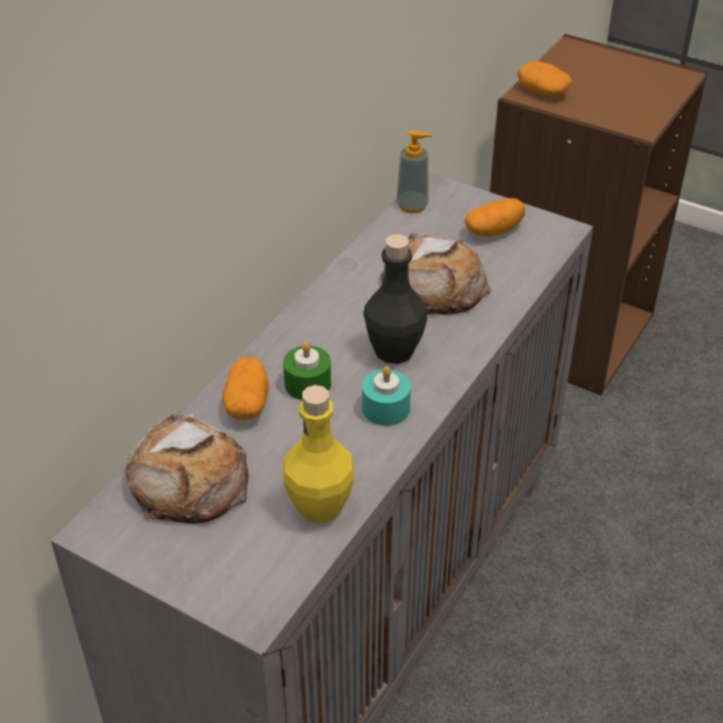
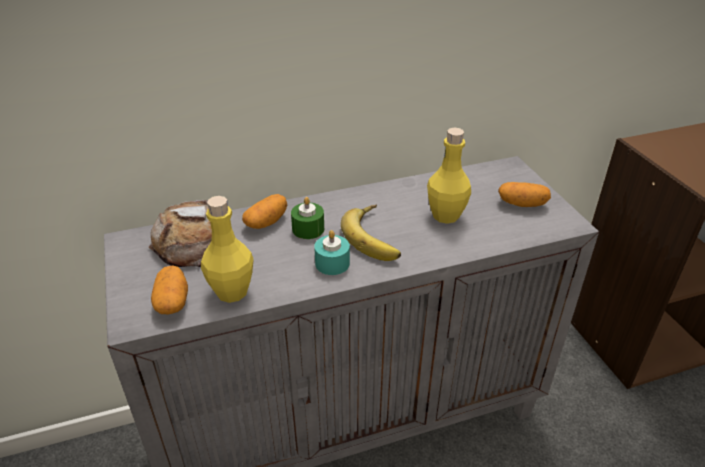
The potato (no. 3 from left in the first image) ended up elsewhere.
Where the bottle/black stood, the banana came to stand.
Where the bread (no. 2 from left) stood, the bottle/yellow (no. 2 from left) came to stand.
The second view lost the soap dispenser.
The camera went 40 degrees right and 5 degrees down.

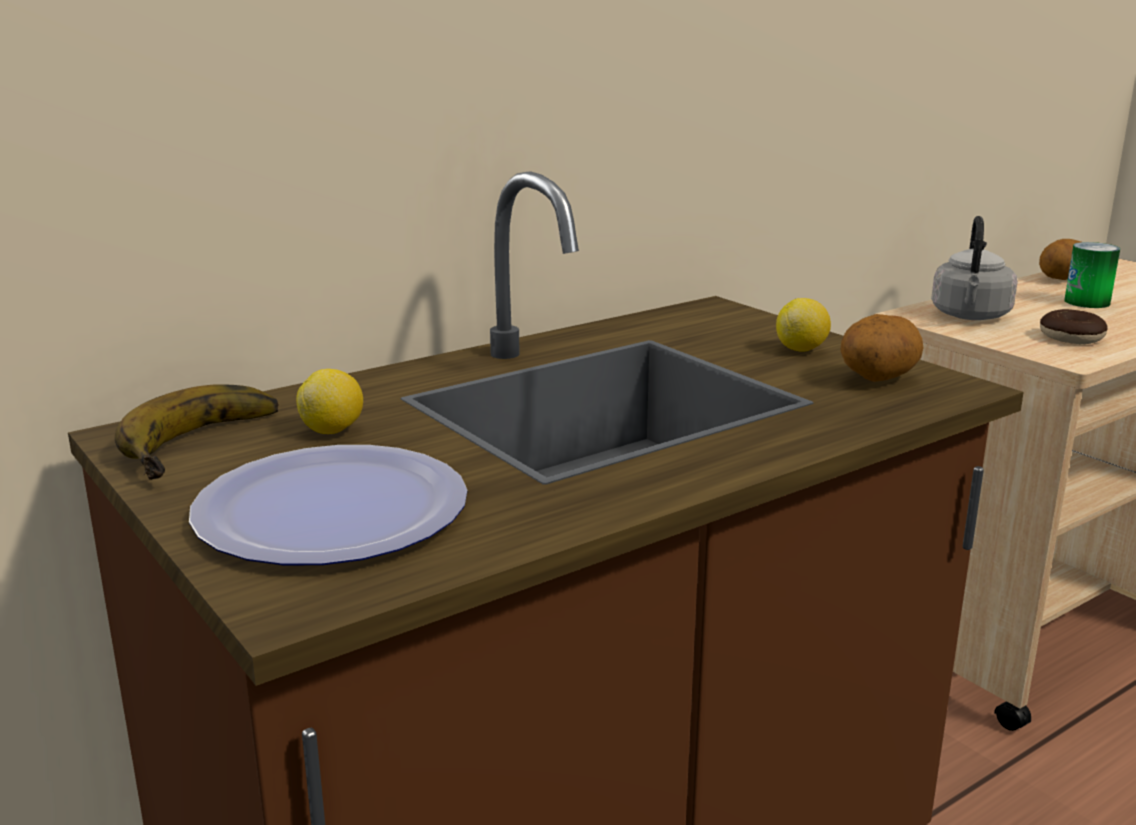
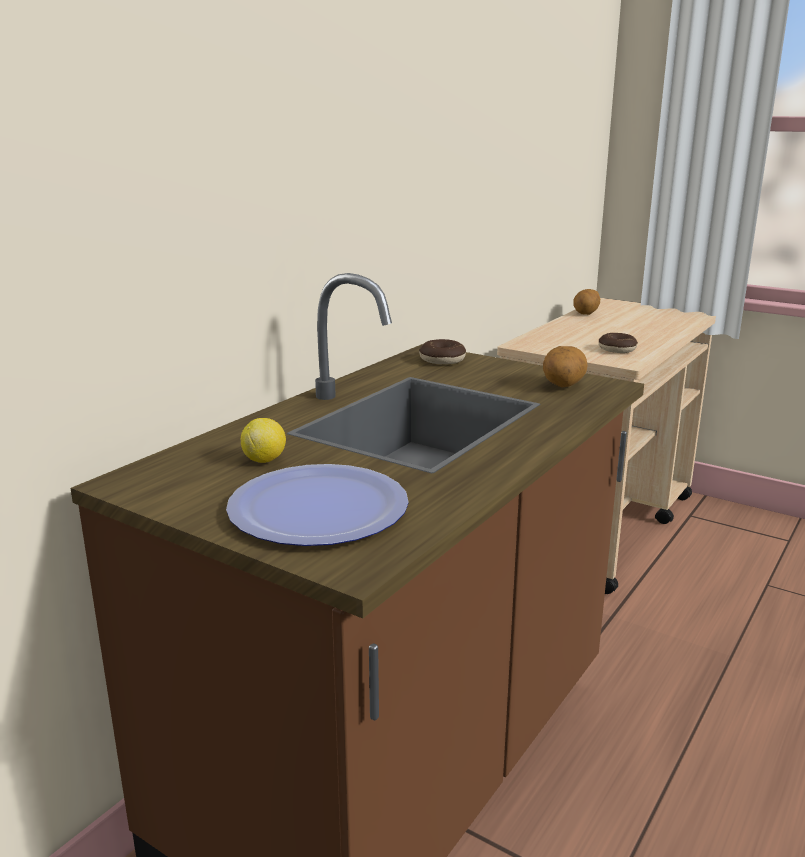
The second view gained the donut (no. 1 from left).
The second view lost the banana.
The second view lost the lemon (no. 2 from left).
The second view lost the kettle/grey.
The second view lost the can.
The camera went 20 degrees left and 0 degrees up.

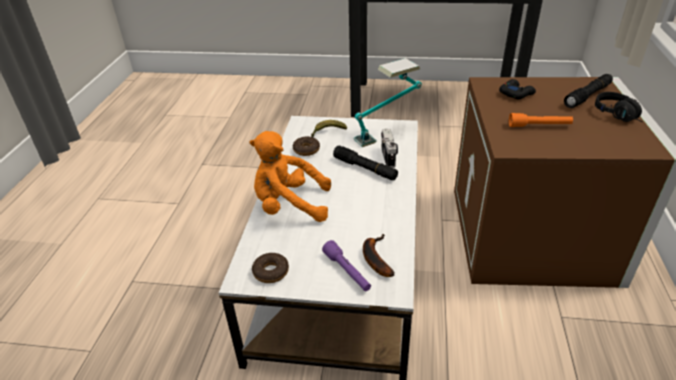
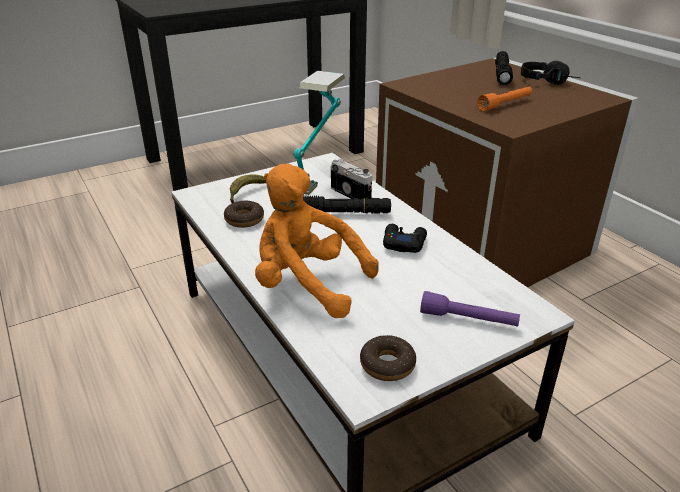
The plush toy/orange ended up facing another way, 60 degrees clockwise from before.
The game controller/black ended up elsewhere.
The second view lost the banana (no. 2 from left).
The camera went 40 degrees left and 5 degrees down.

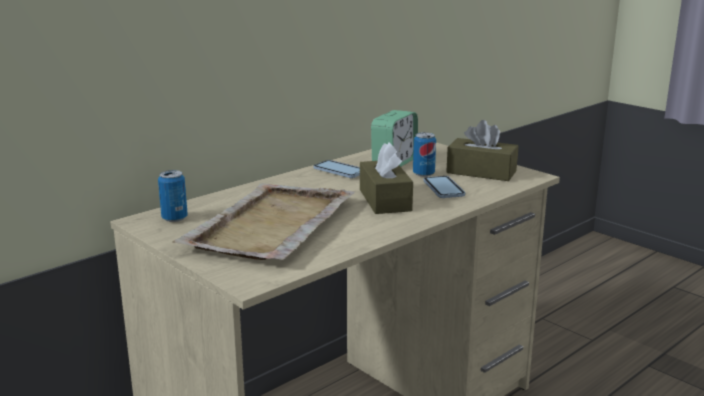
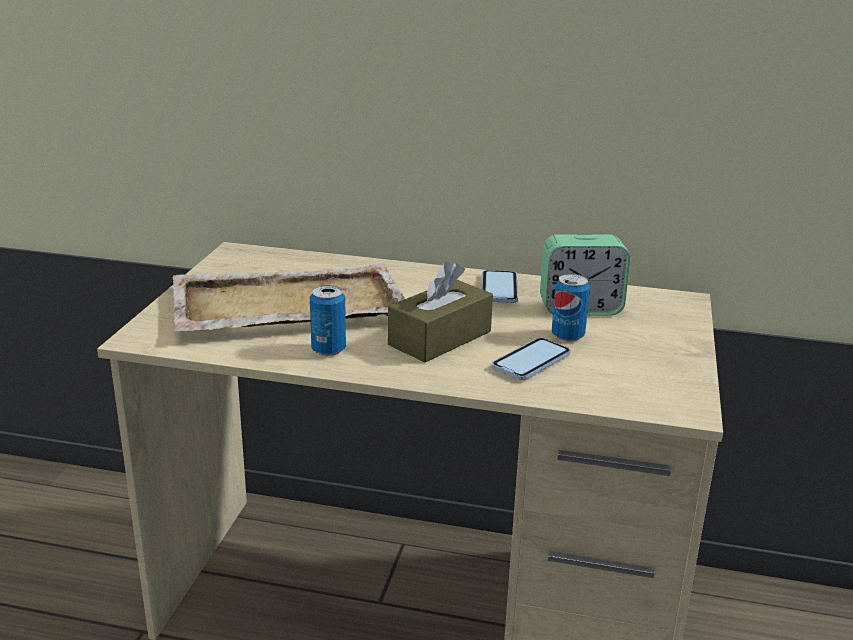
The can (no. 1 from left) ended up elsewhere.
The second view lost the tissue box/brown (no. 2 from left).
The camera went 55 degrees right and 5 degrees up.

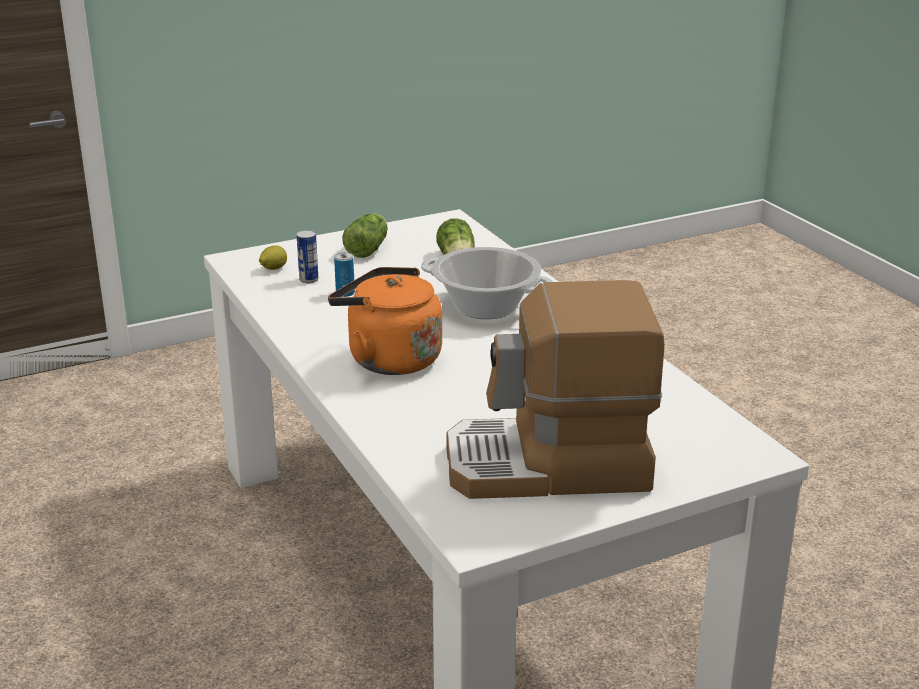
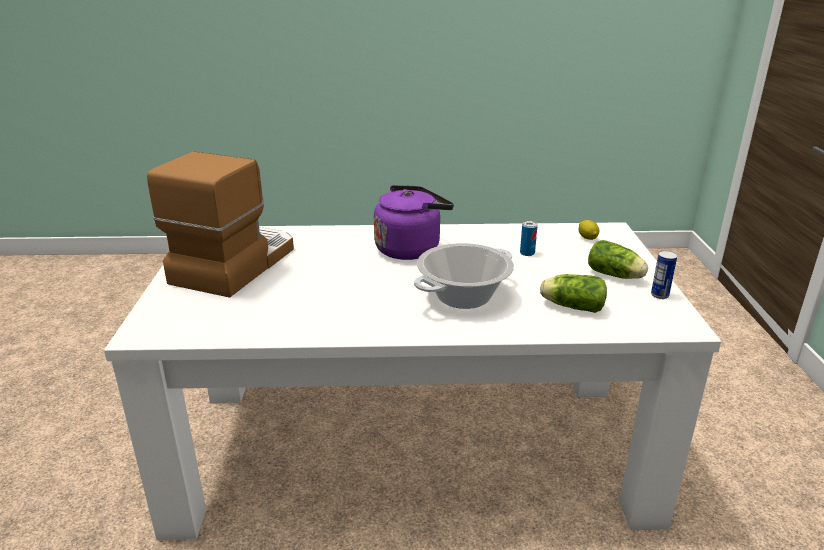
What was the kettle/orange turned into the kettle/purple.
The can (no. 1 from left in the first image) ended up elsewhere.
The camera went 115 degrees right and 0 degrees up.

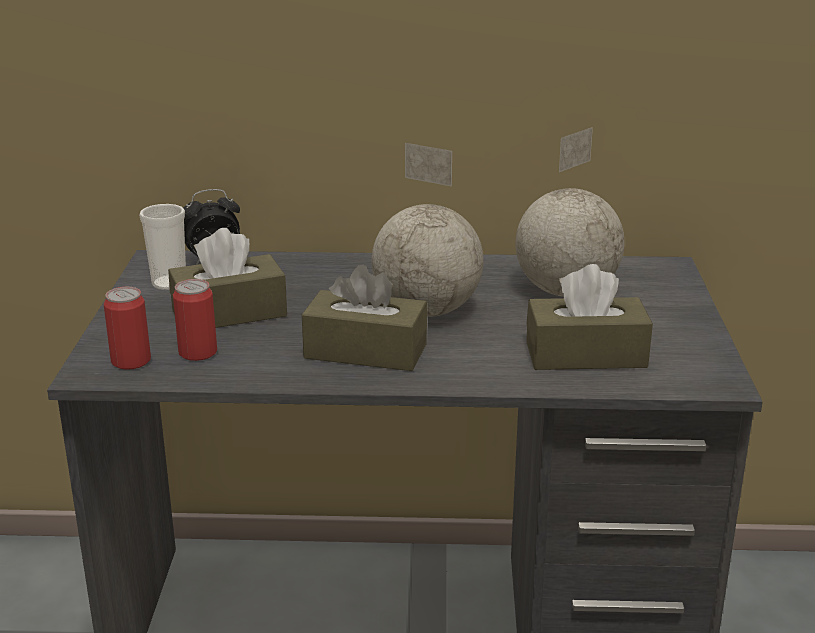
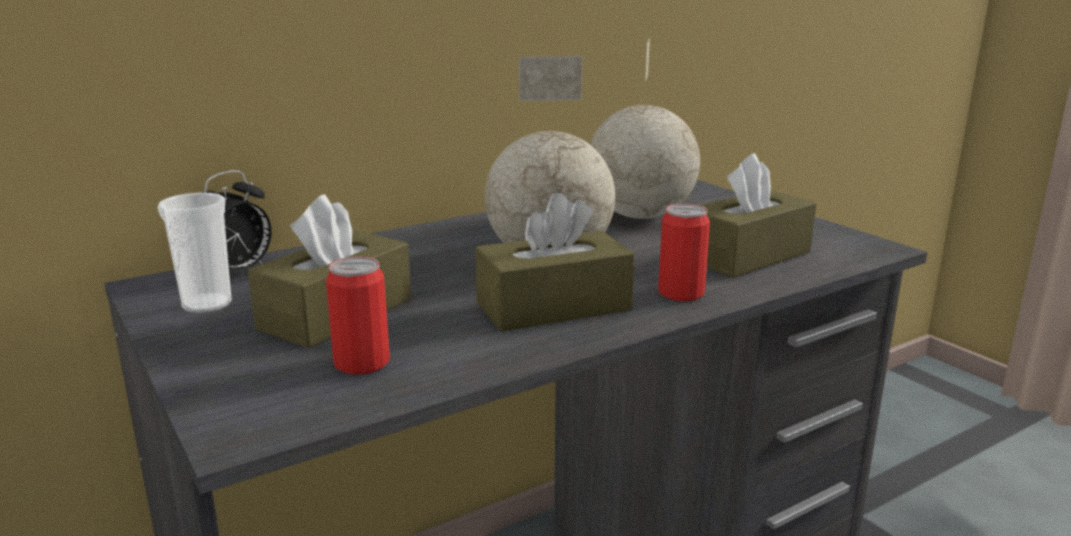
The can (no. 1 from left in the first image) ended up elsewhere.
The camera went 35 degrees left and 5 degrees down.

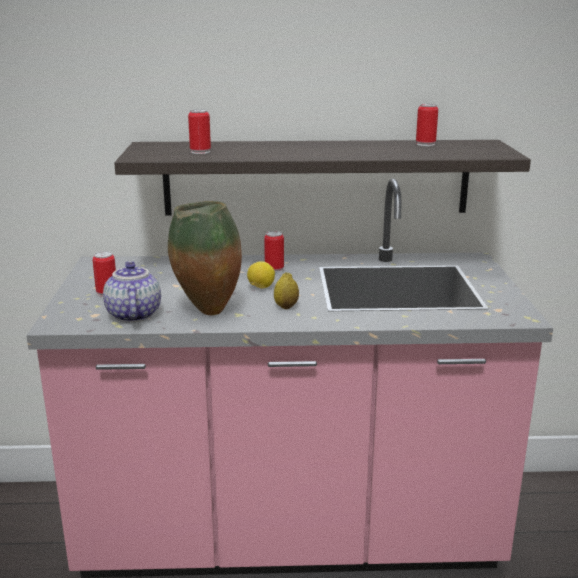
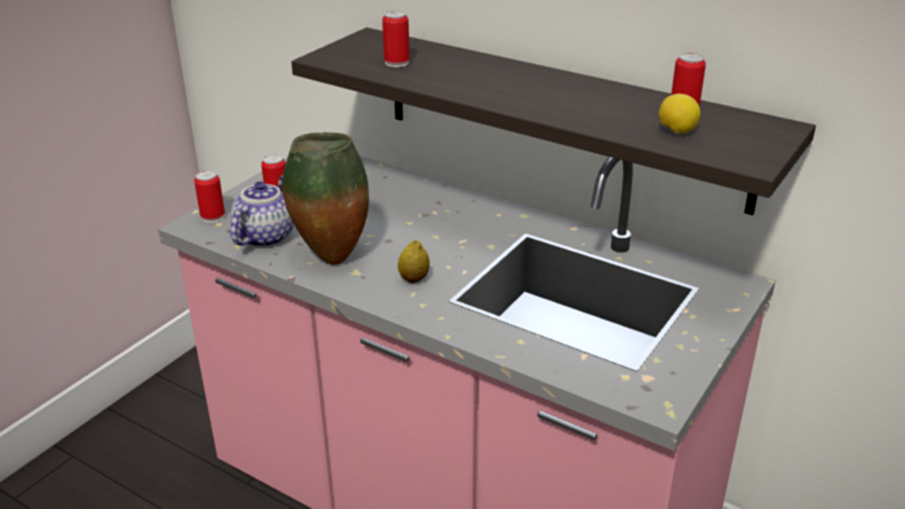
The can (no. 3 from left in the first image) ended up elsewhere.
The lemon (no. 1 from left in the first image) ended up elsewhere.
The camera went 35 degrees right and 10 degrees up.

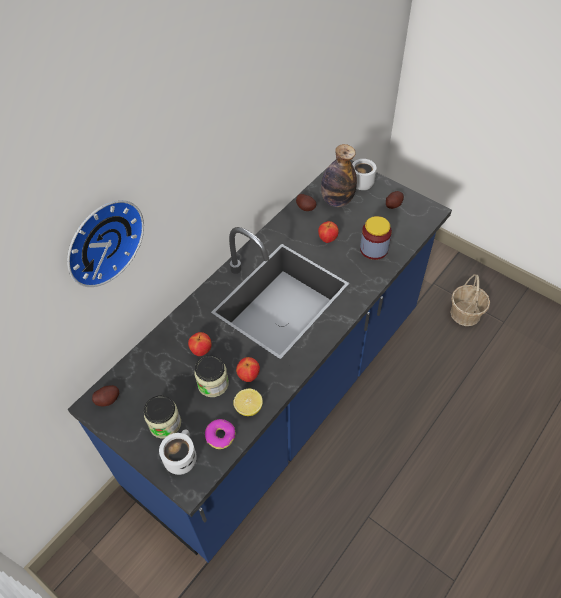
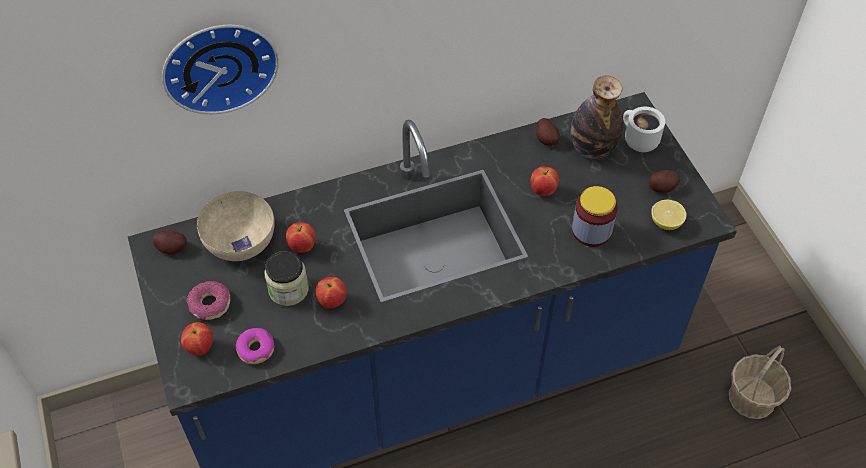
Where the mug/white (no. 1 from left) stood, the apple (no. 1 from left) came to stand.
Where the jar (no. 1 from left) stood, the donut (no. 1 from left) came to stand.
The second view gained the bowl/beige.
The lemon ended up elsewhere.
The camera went 30 degrees right and 0 degrees up.

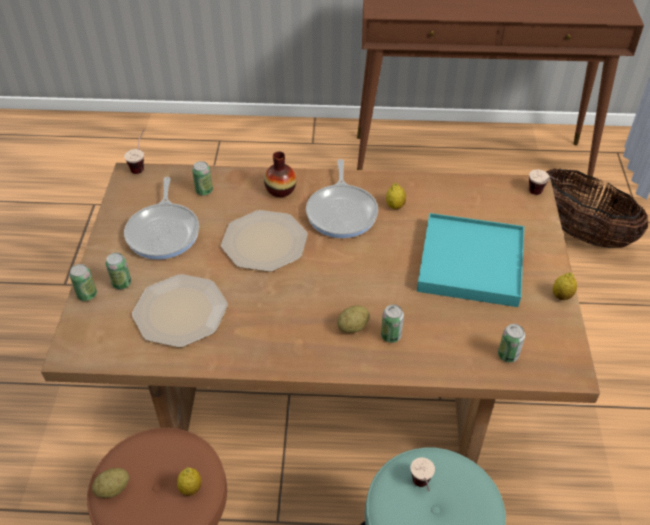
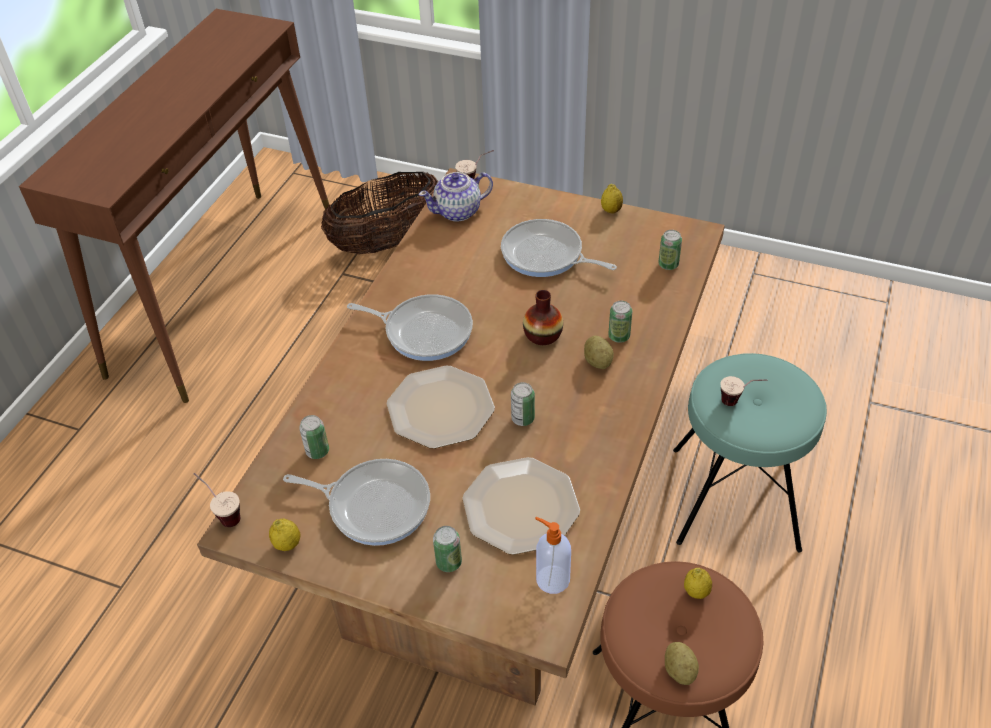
The lemon (no. 2 from left in the first image) ended up elsewhere.
The second view gained the teapot.
Where the tray/turquoise stood, the frying pan (no. 3 from left) came to stand.
The can (no. 1 from left in the first image) ended up elsewhere.
The vase ended up elsewhere.
The second view gained the soap dispenser.
The camera went 70 degrees left and 0 degrees up.

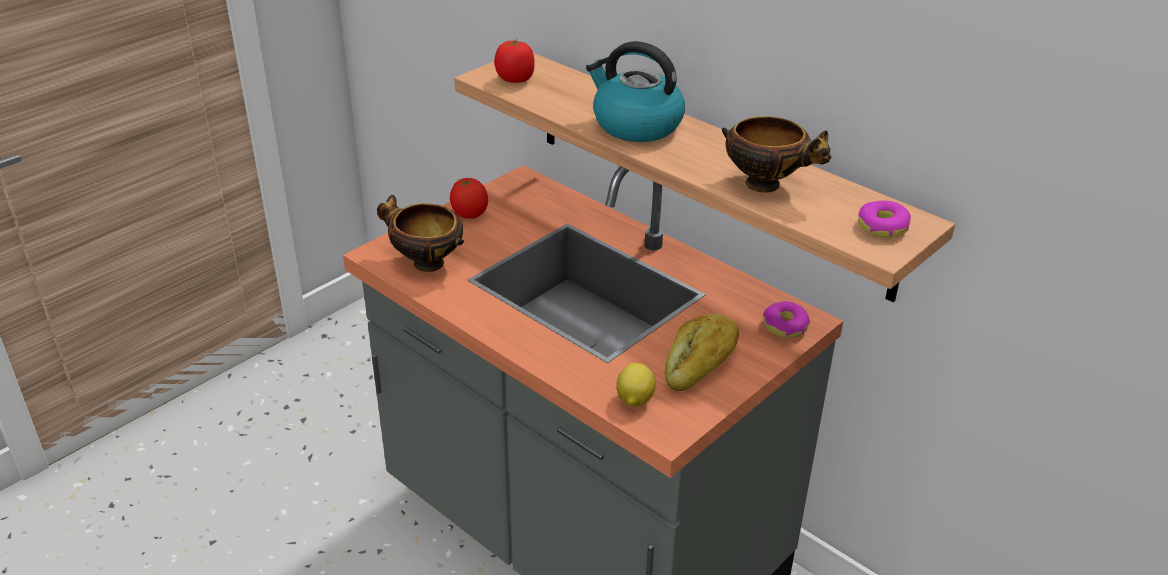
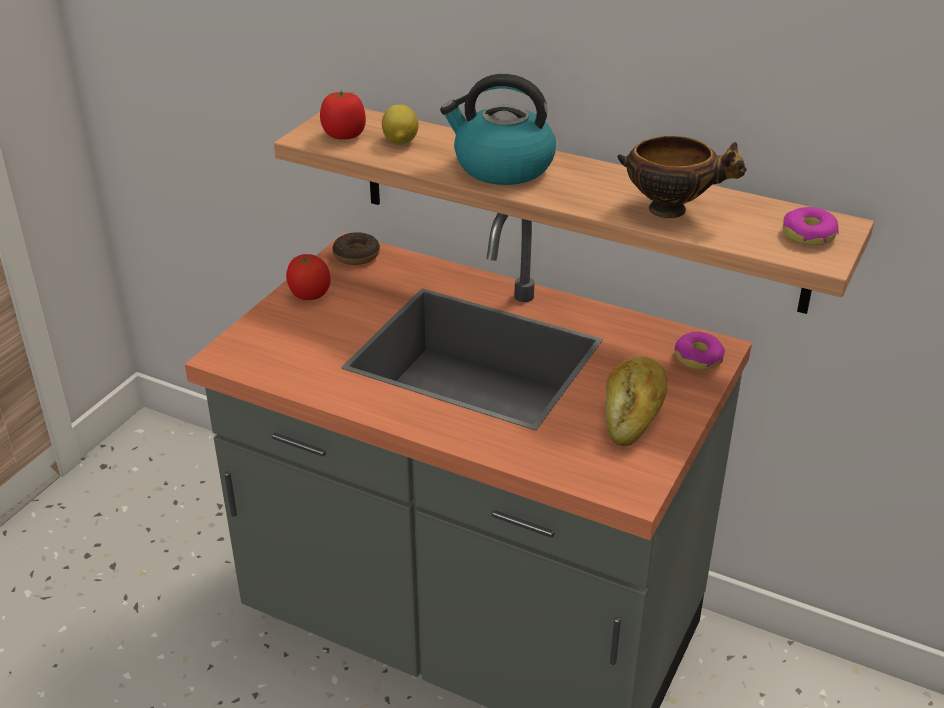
The second view gained the donut (no. 1 from left).
The lemon ended up elsewhere.
The second view lost the bowl (no. 1 from left).
The camera went 15 degrees left and 0 degrees up.

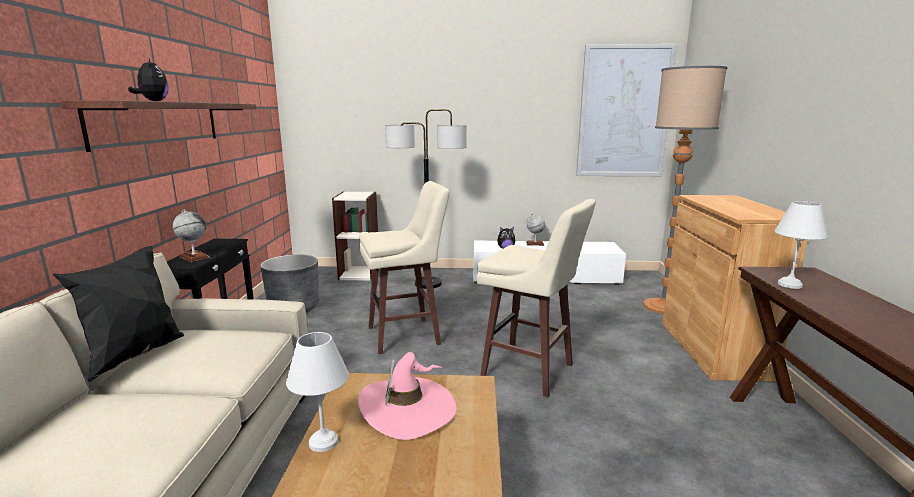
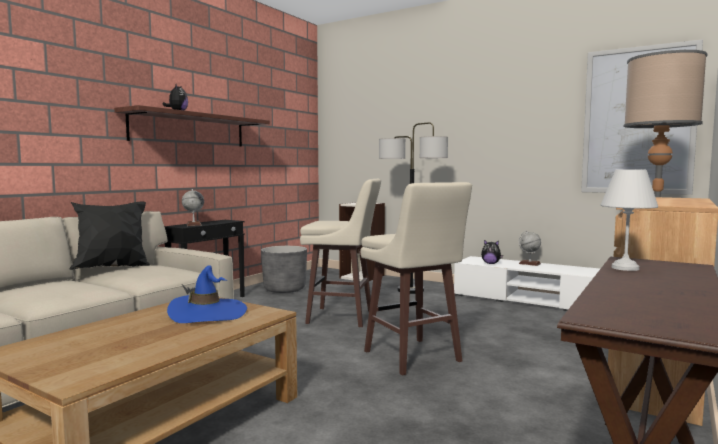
What was the hat/pink turned into the hat/blue.
The second view lost the table lamp/white (no. 1 from left).
The camera went 30 degrees right and 10 degrees down.

